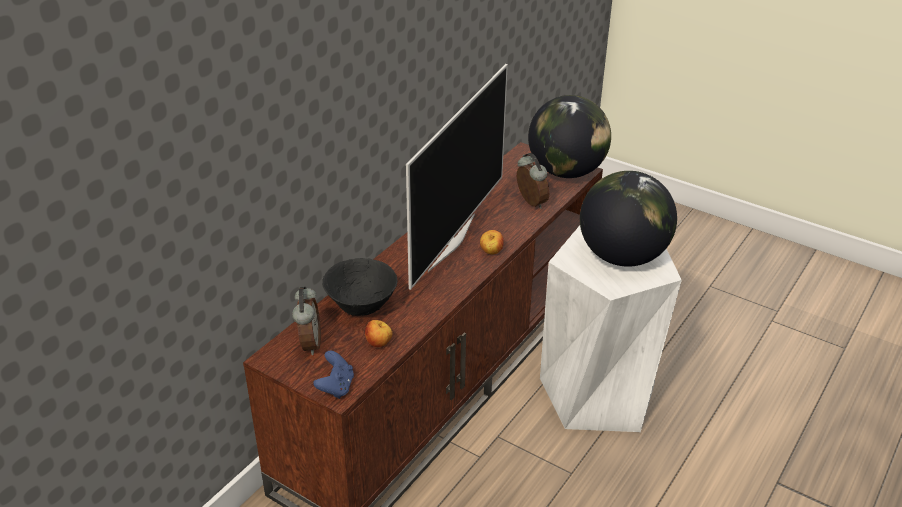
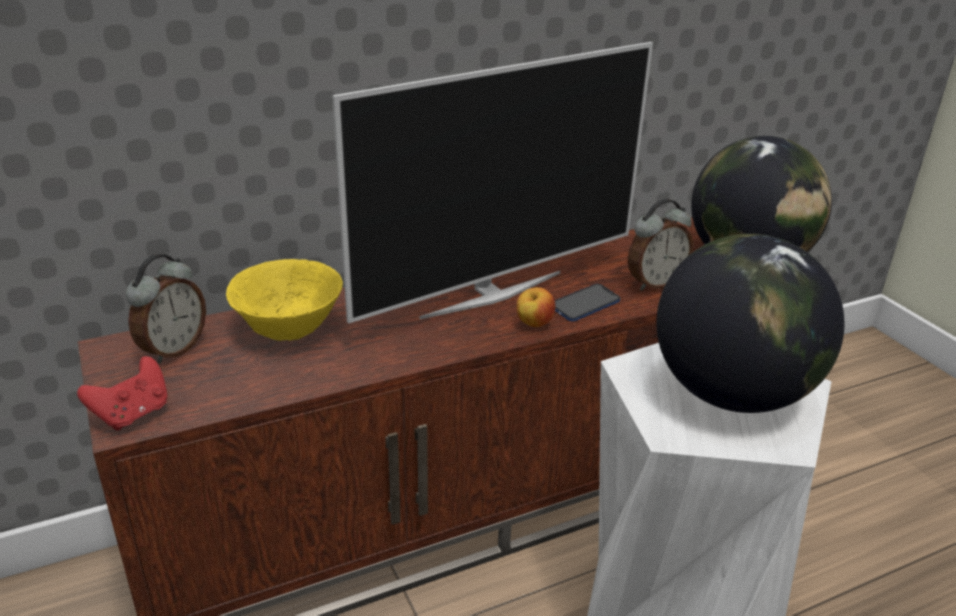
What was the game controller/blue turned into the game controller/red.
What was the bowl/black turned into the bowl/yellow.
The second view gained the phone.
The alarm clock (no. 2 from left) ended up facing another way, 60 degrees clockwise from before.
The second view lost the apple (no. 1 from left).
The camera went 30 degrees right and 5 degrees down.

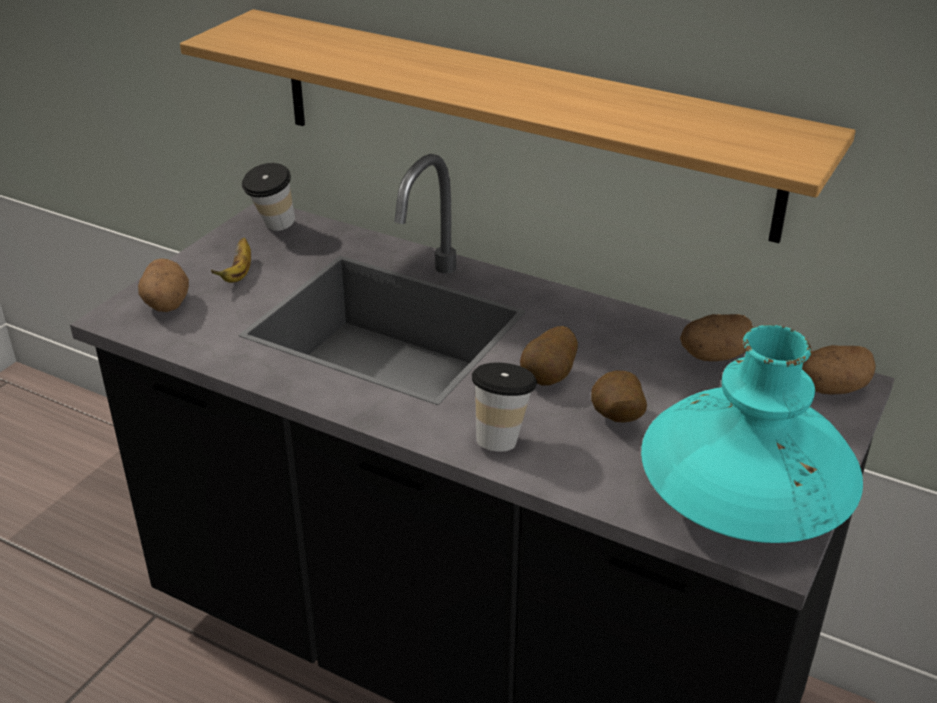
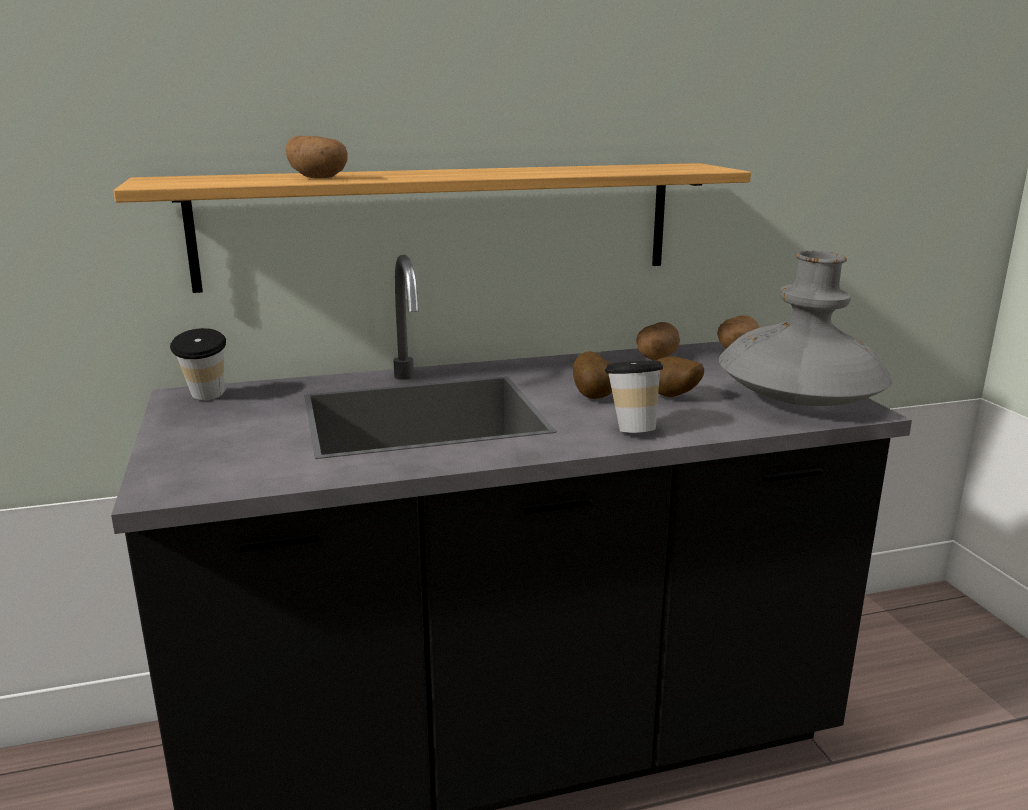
The potato (no. 1 from left) ended up elsewhere.
What was the vase/turquoise turned into the vase/grey.
The second view lost the banana.
The camera went 45 degrees left and 15 degrees down.

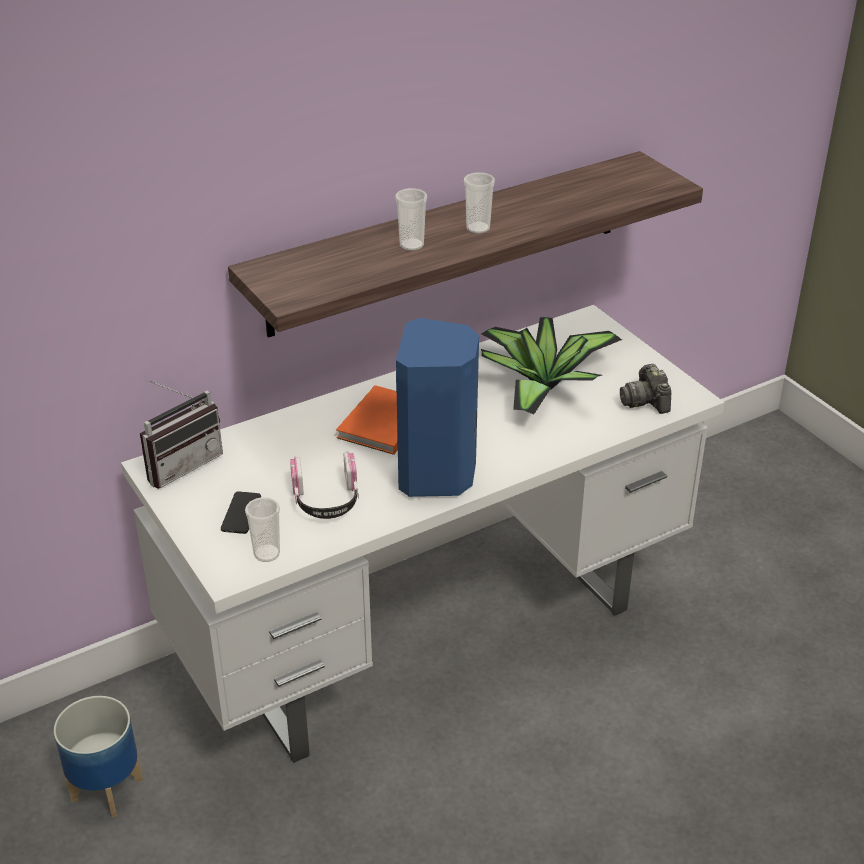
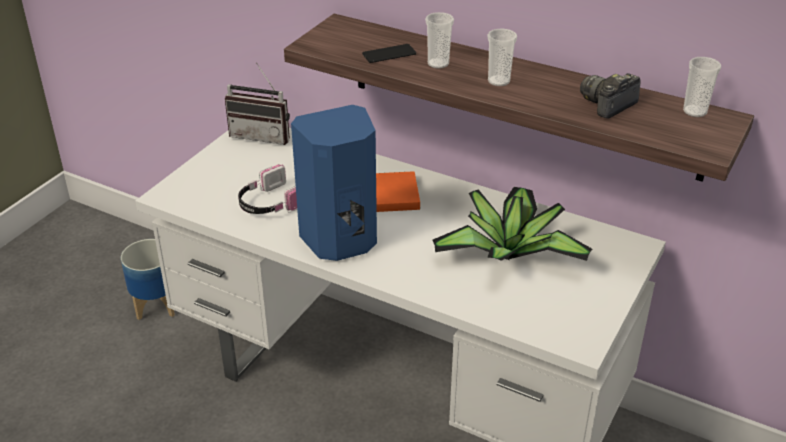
The phone ended up elsewhere.
The photo camera ended up elsewhere.
The cup (no. 1 from left in the first image) ended up elsewhere.
The camera went 60 degrees right and 0 degrees up.

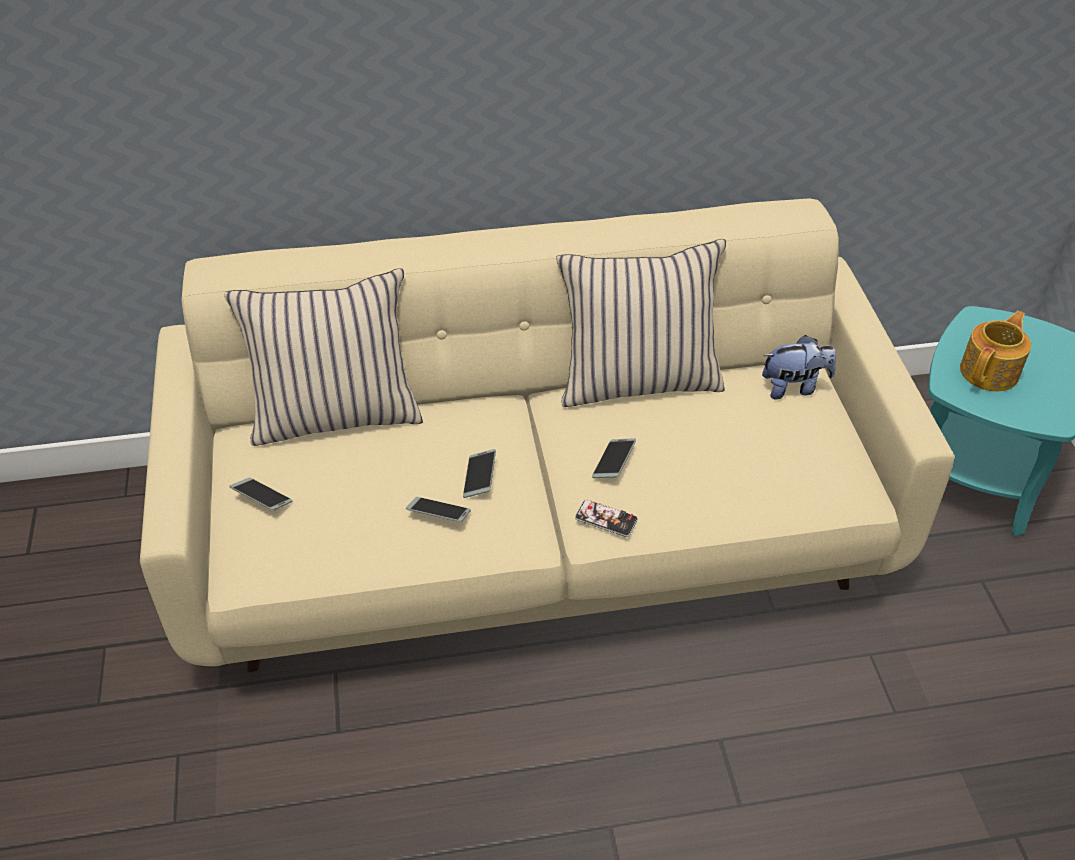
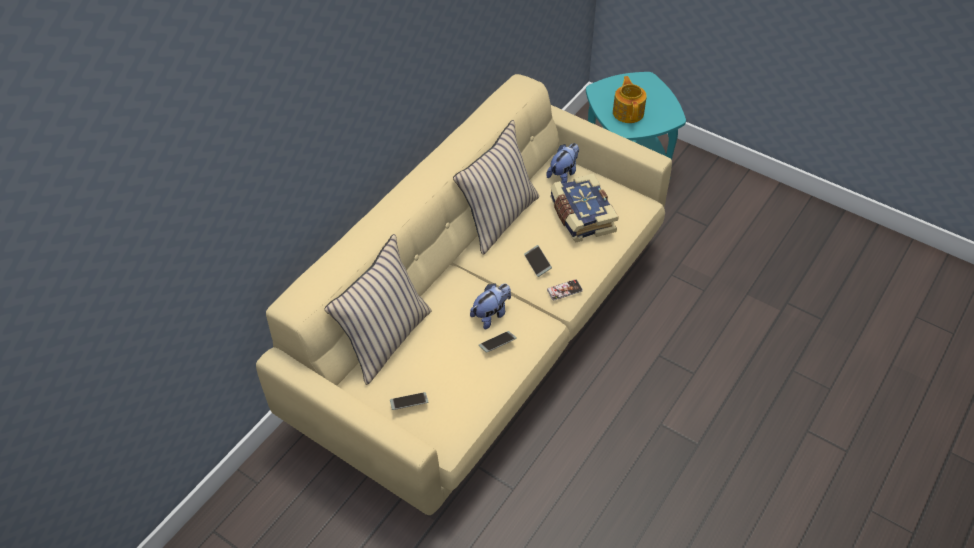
Where the phone (no. 3 from left) stood, the plush toy (no. 1 from left) came to stand.
The second view gained the book.
The camera went 45 degrees left and 5 degrees up.

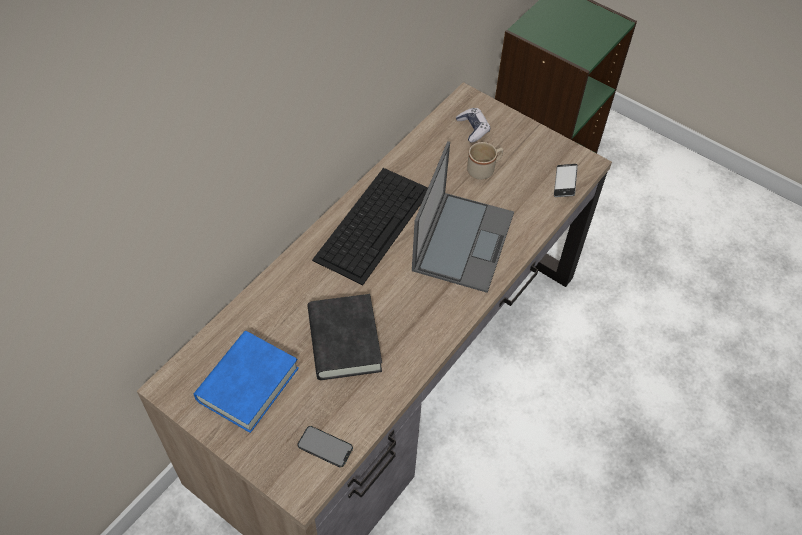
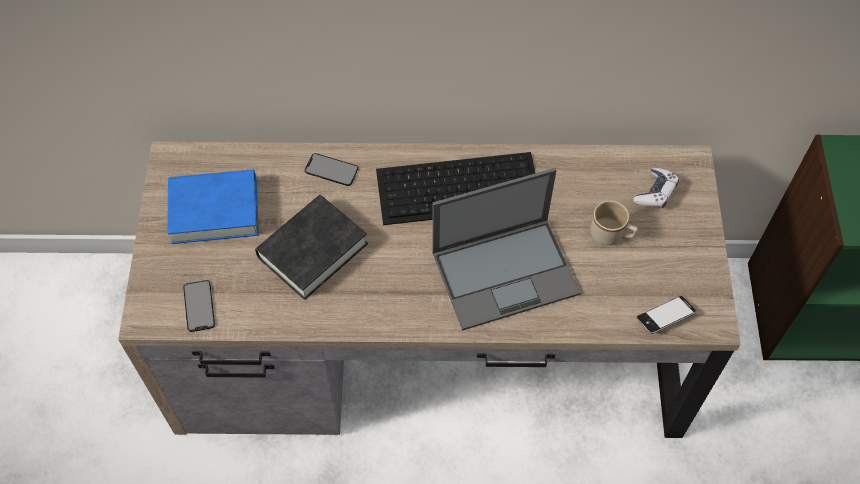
The second view gained the phone (no. 2 from left).
The camera went 55 degrees right and 5 degrees up.

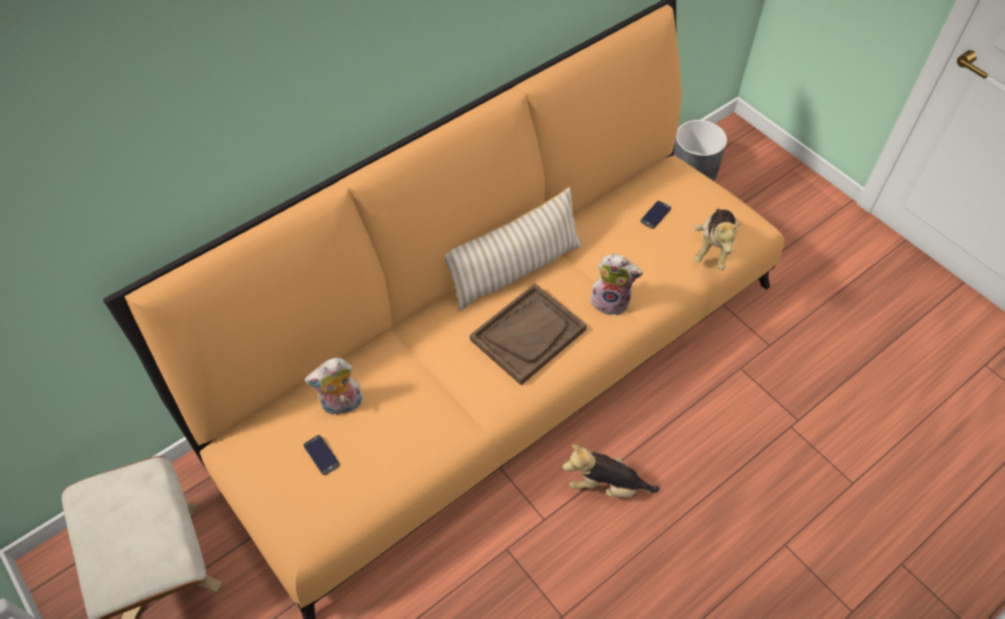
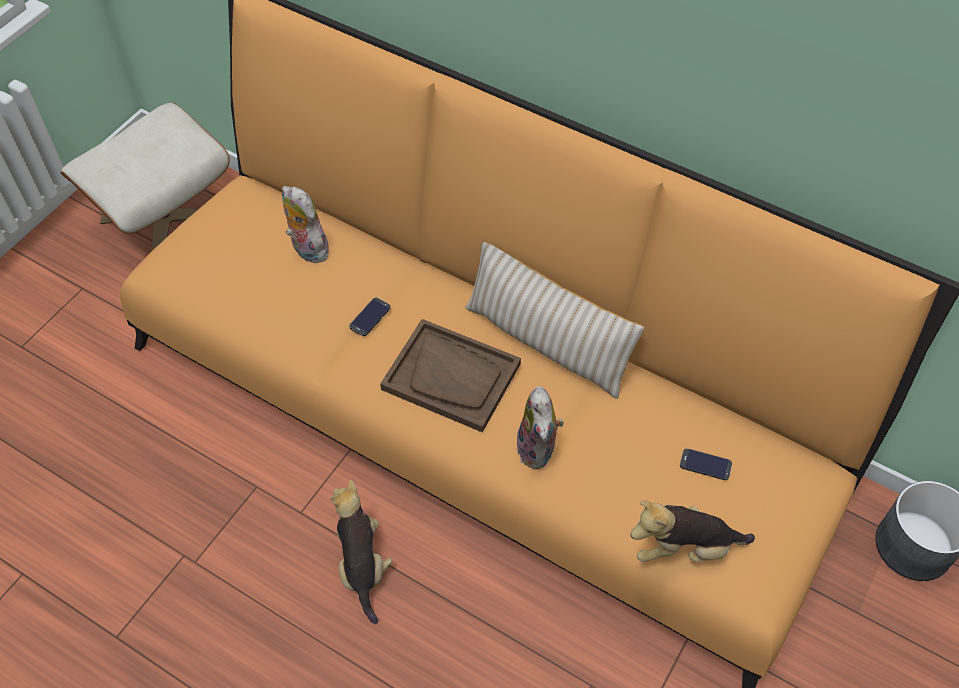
The phone (no. 1 from left) ended up elsewhere.
The camera went 70 degrees right and 0 degrees up.

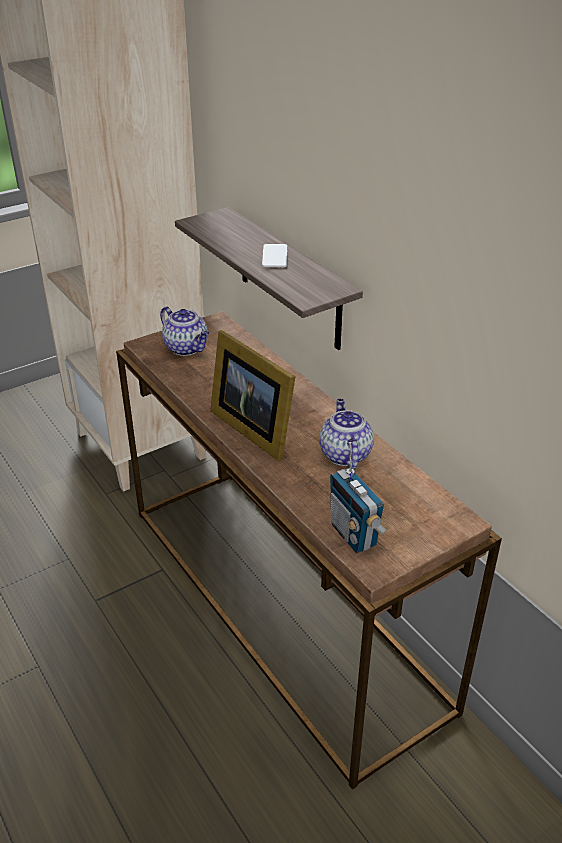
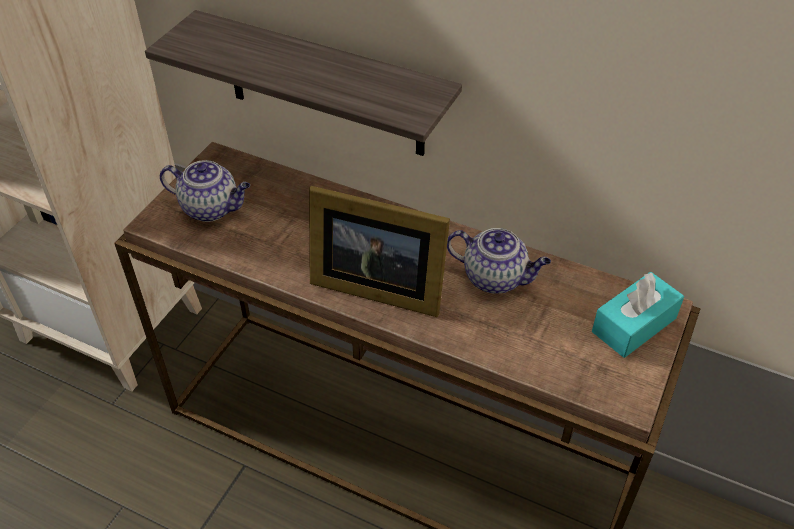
The teapot (no. 2 from left) ended up facing another way, 150 degrees clockwise from before.
The second view gained the tissue box/turquoise.
The second view lost the phone.
The second view lost the radio.
The camera went 30 degrees left and 10 degrees up.

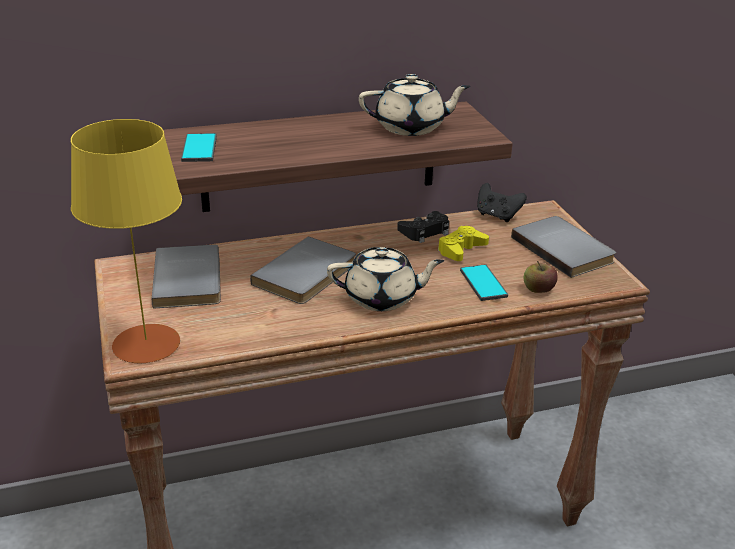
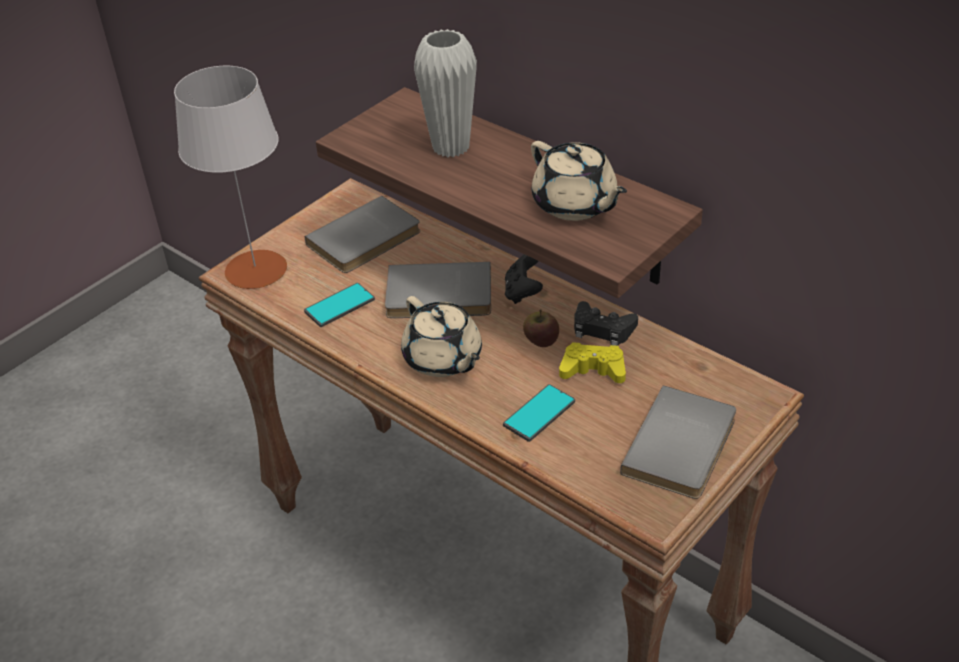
What was the table lamp/yellow turned into the table lamp/white.
The phone (no. 1 from left) ended up elsewhere.
The second view gained the vase/white.
The game controller/black (no. 2 from left in the first image) ended up elsewhere.
The apple ended up elsewhere.
The camera went 60 degrees right and 10 degrees up.

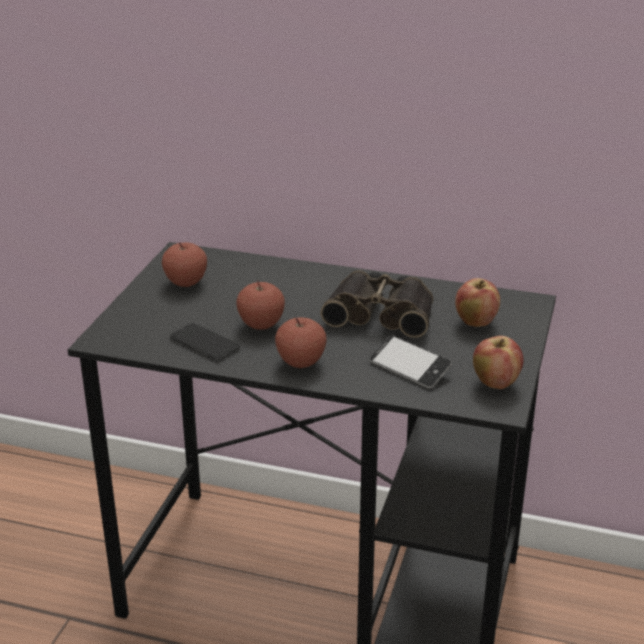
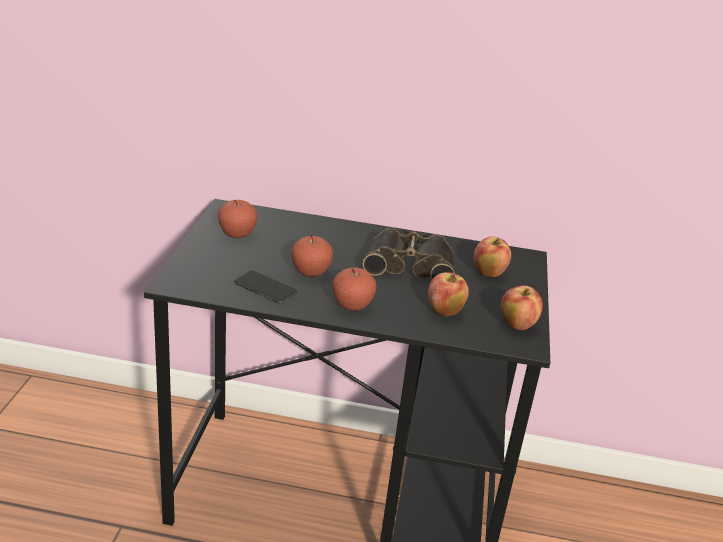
Where the phone (no. 2 from left) stood, the apple (no. 4 from left) came to stand.
The camera went 10 degrees left and 0 degrees up.

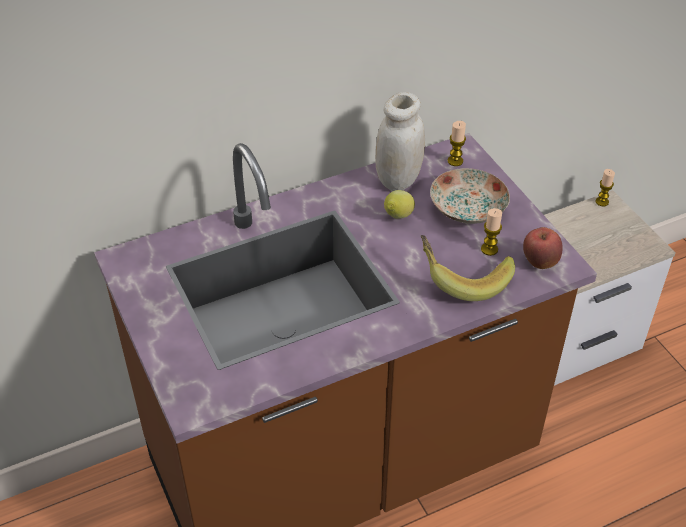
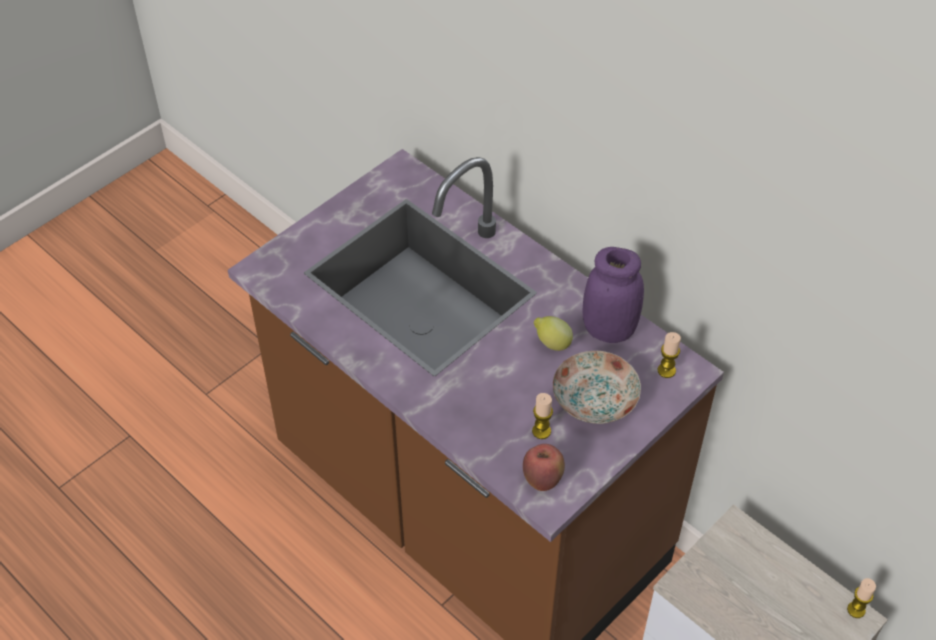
What was the jar/white turned into the jar/purple.
The second view lost the banana.
The camera went 70 degrees right and 5 degrees up.

